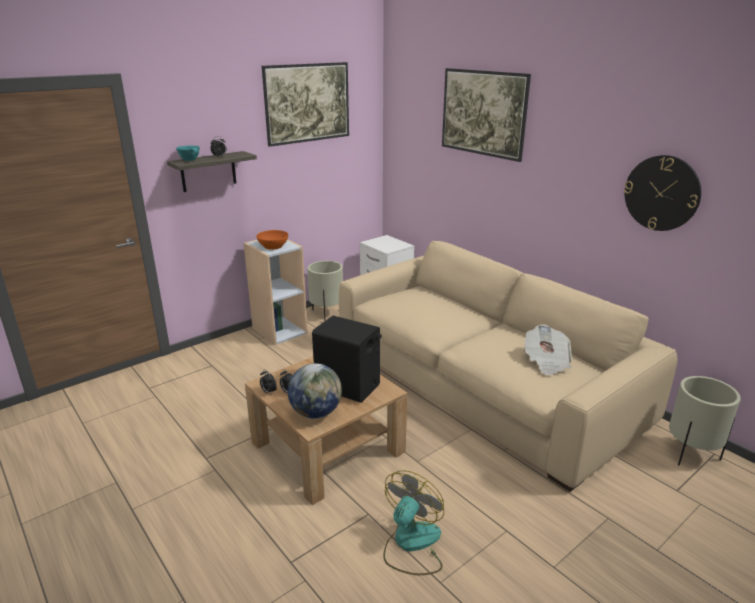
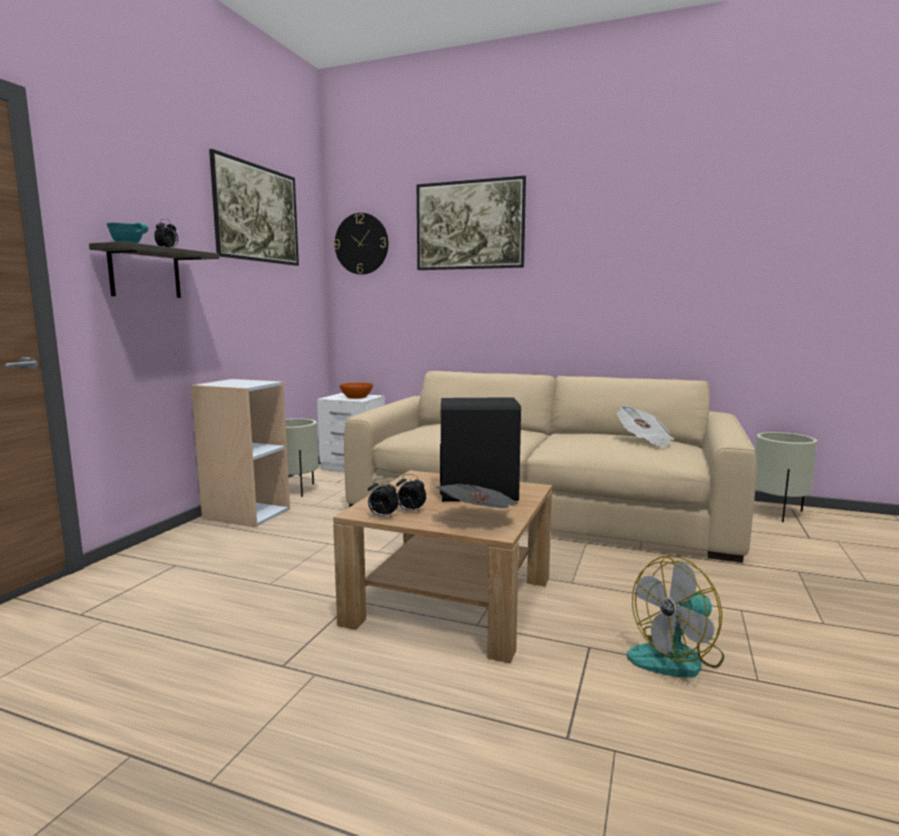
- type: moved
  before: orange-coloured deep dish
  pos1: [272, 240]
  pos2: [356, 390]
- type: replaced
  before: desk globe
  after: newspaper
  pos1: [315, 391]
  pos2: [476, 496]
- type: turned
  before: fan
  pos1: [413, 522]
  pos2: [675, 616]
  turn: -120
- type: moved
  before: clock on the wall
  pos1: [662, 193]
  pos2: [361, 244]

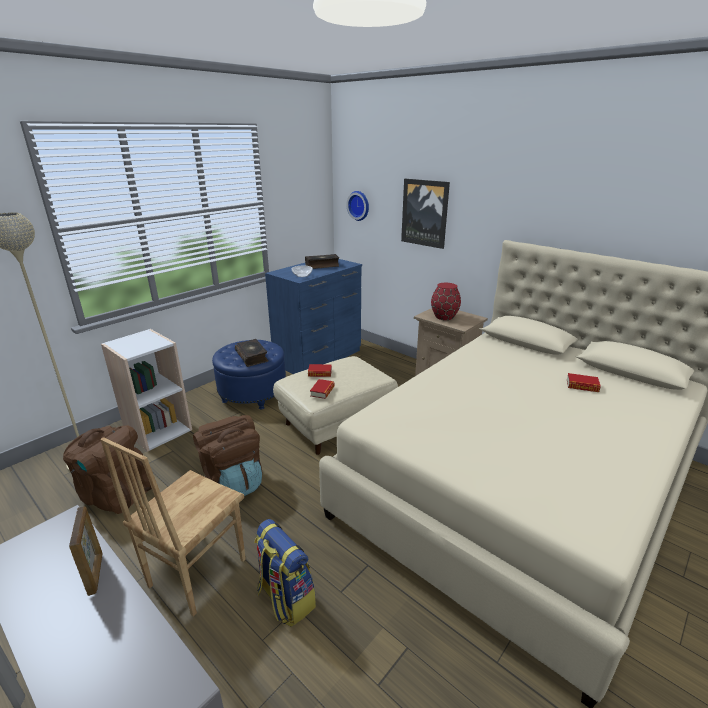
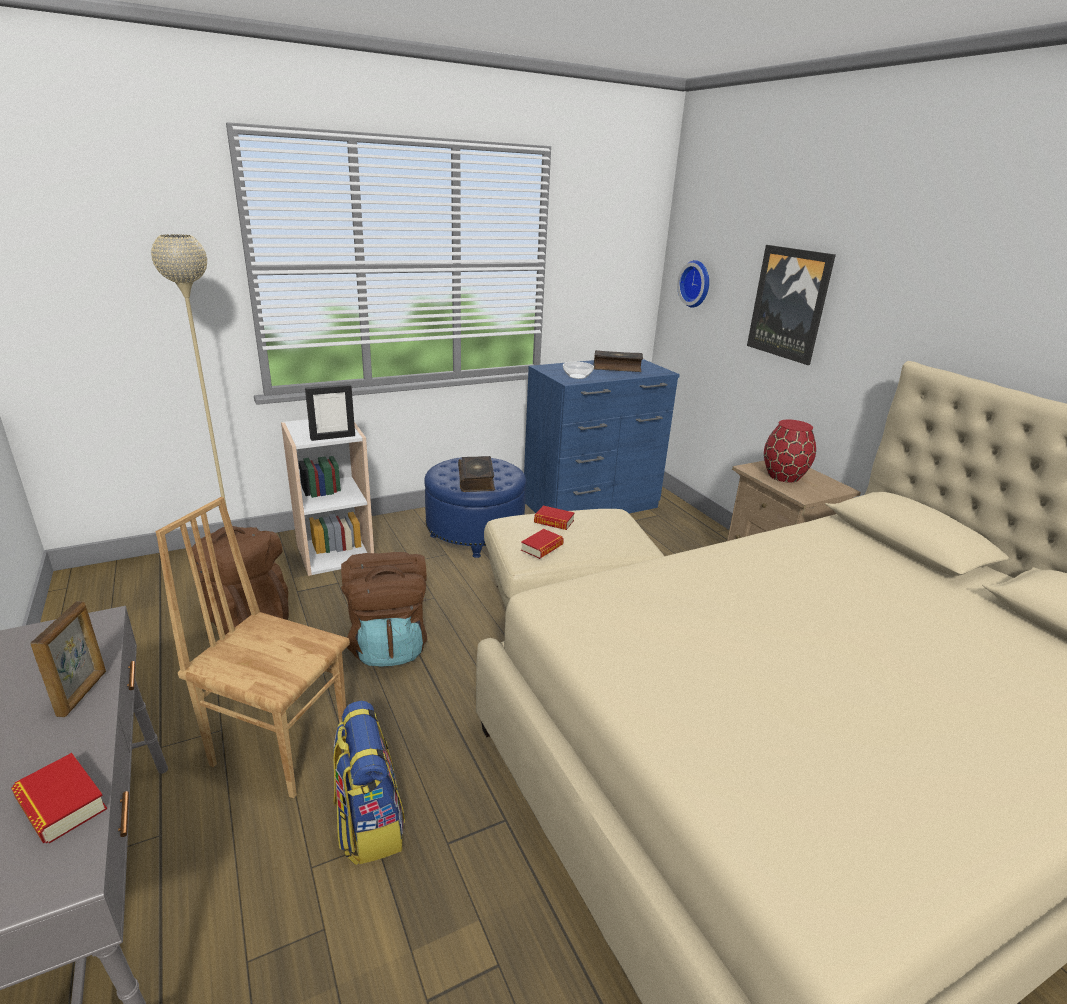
- type: turned
  before: brown plain chair
  pos1: [173, 527]
  pos2: [253, 647]
  turn: 60
- type: moved
  before: volume
  pos1: [584, 382]
  pos2: [59, 798]
- type: added
  after: standing frame
  pos2: [330, 412]

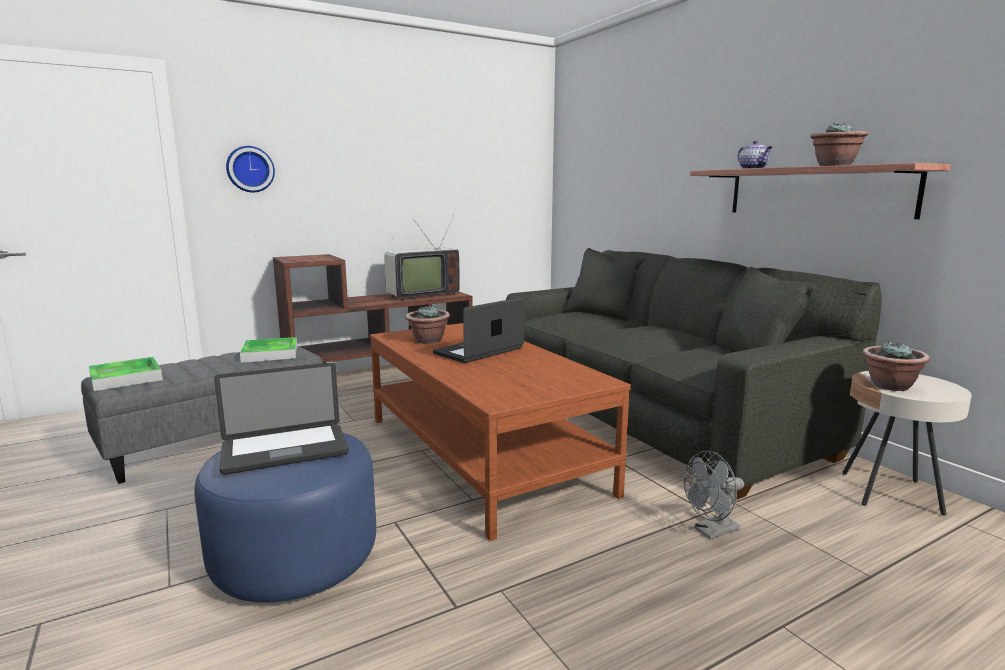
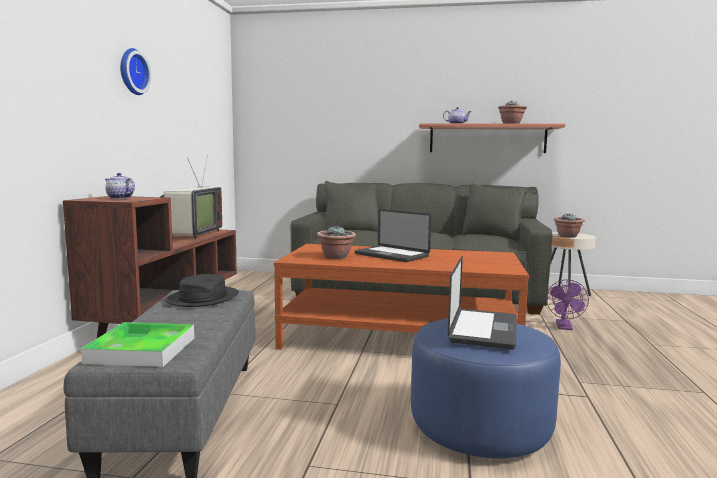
- type: moved
  before: clock on the wall
  pos1: [250, 169]
  pos2: [135, 71]
- type: replaced
  before: serving tray
  after: black clothing hat
  pos1: [268, 350]
  pos2: [202, 290]
- type: turned
  before: laptop
  pos1: [479, 330]
  pos2: [393, 235]
  turn: -45
- type: recoloured
  before: gray fan
  after: purplish fan
  pos1: [714, 495]
  pos2: [567, 304]
- type: added
  after: teapot
  pos2: [120, 186]

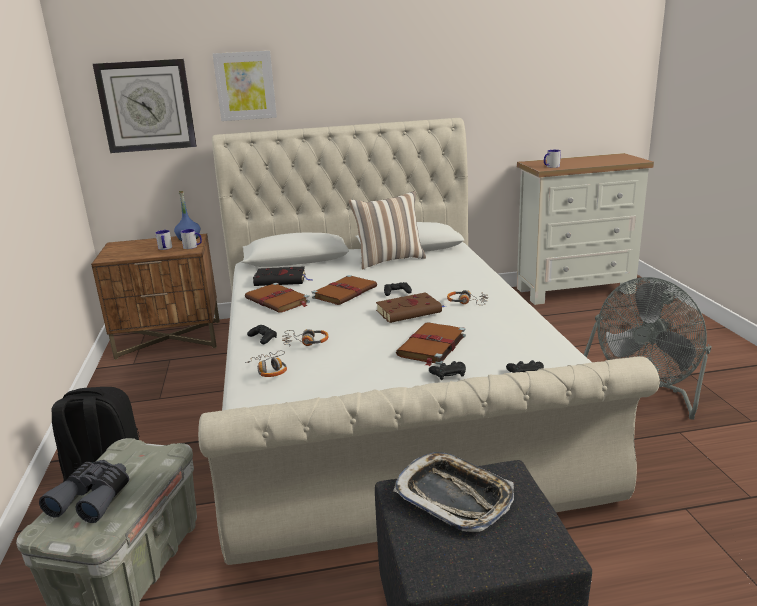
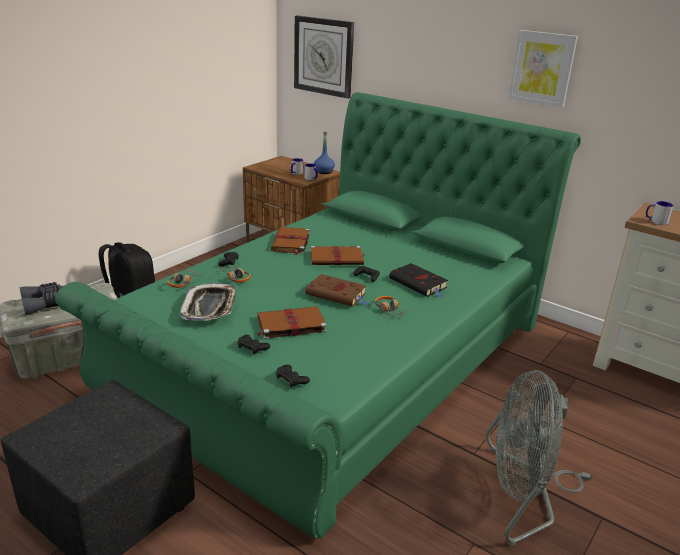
- type: recoloured
  before: sand-coloured bedroom bed
  after: greenish bedroom bed
  pos1: [429, 341]
  pos2: [318, 316]
- type: moved
  before: wall picture
  pos1: [245, 86]
  pos2: [543, 68]
- type: moved
  before: black volume
  pos1: [283, 276]
  pos2: [418, 280]
- type: removed
  before: cushion
  pos1: [387, 230]
- type: moved
  before: serving tray
  pos1: [454, 492]
  pos2: [208, 302]

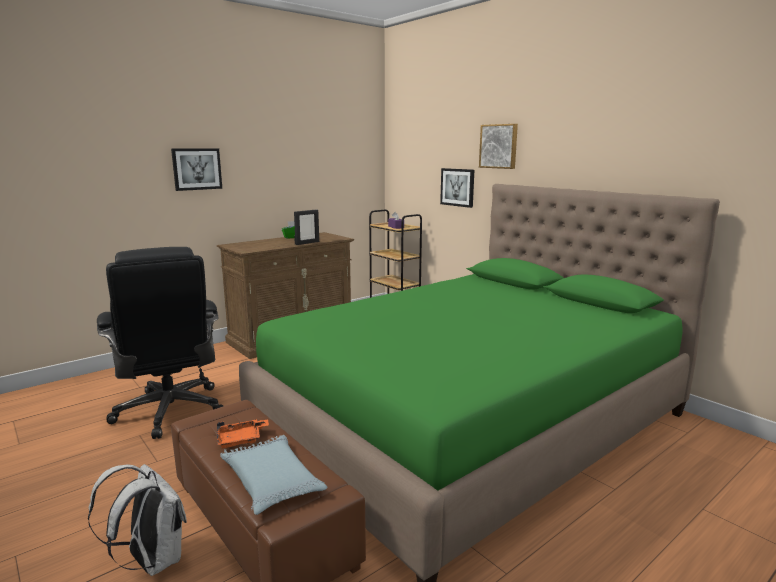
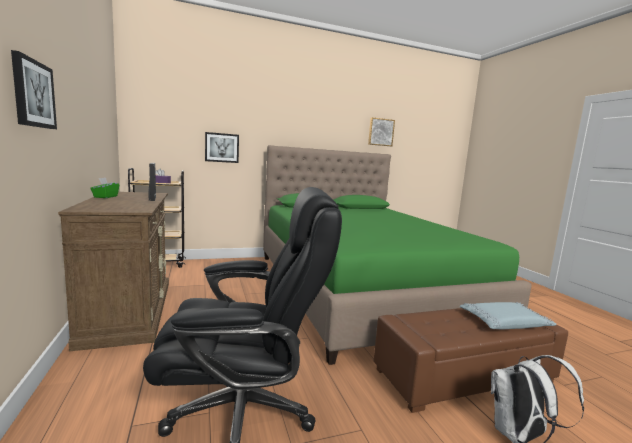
- type: removed
  before: orange-coloured serving tray
  pos1: [243, 433]
- type: moved
  before: wall picture
  pos1: [498, 146]
  pos2: [381, 131]

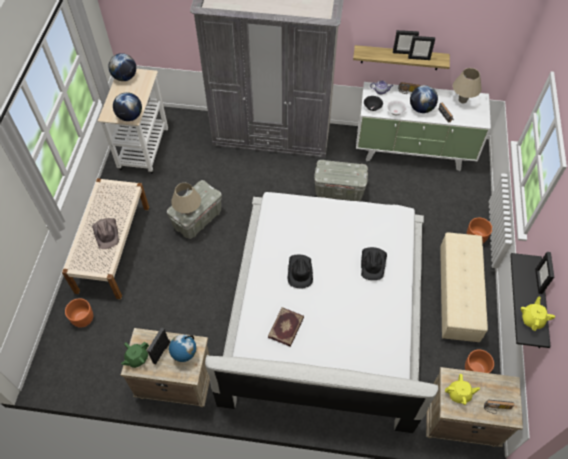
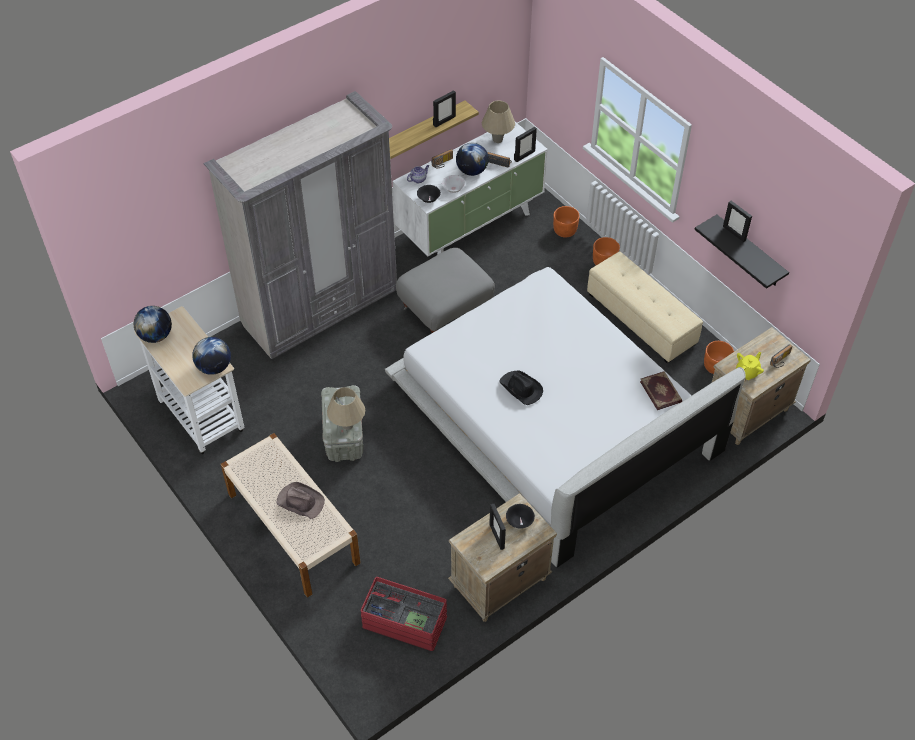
- type: moved
  before: orange-coloured plant pot
  pos1: [79, 313]
  pos2: [566, 221]
- type: removed
  before: greenish teapot
  pos1: [135, 355]
- type: replaced
  before: desk globe
  after: black deep dish
  pos1: [182, 348]
  pos2: [520, 516]
- type: moved
  before: volume
  pos1: [286, 326]
  pos2: [661, 390]
- type: replaced
  before: gray storage bin
  after: gray footrest
  pos1: [341, 180]
  pos2: [445, 290]
- type: removed
  before: black clothing hat
  pos1: [374, 263]
- type: moved
  before: standing frame
  pos1: [406, 42]
  pos2: [525, 144]
- type: removed
  before: yellow teapot
  pos1: [538, 313]
- type: added
  after: red storage bin
  pos2: [404, 614]

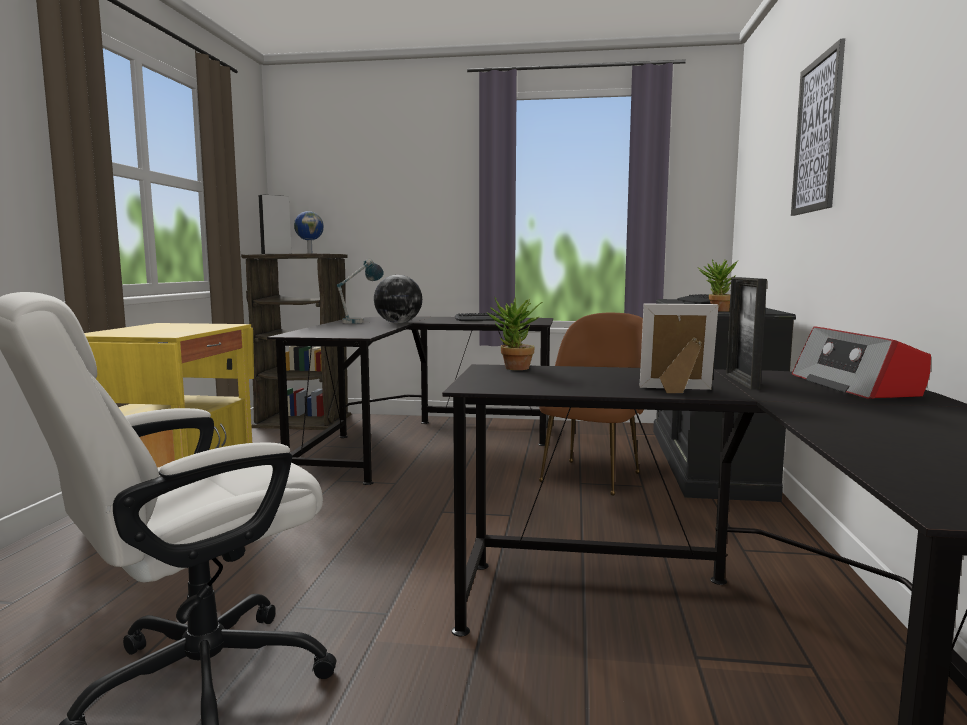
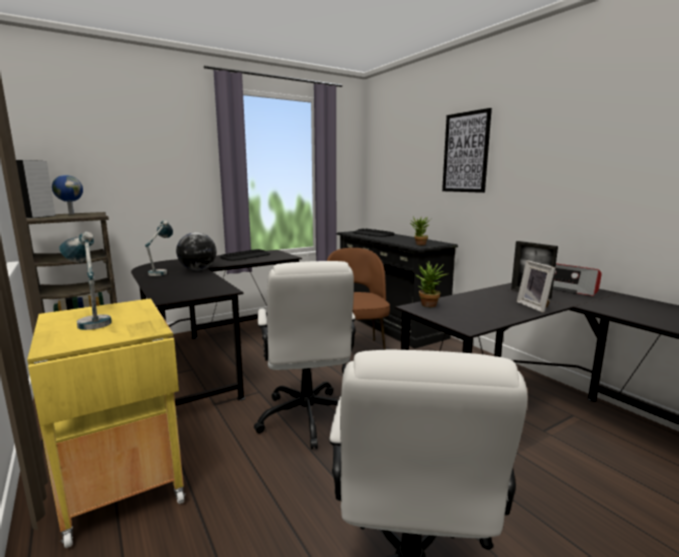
- type: turned
  before: standing frame
  pos1: [679, 348]
  pos2: [536, 286]
  turn: -75
- type: added
  after: table lamp
  pos2: [85, 281]
- type: added
  after: white-coloured office chair
  pos2: [305, 355]

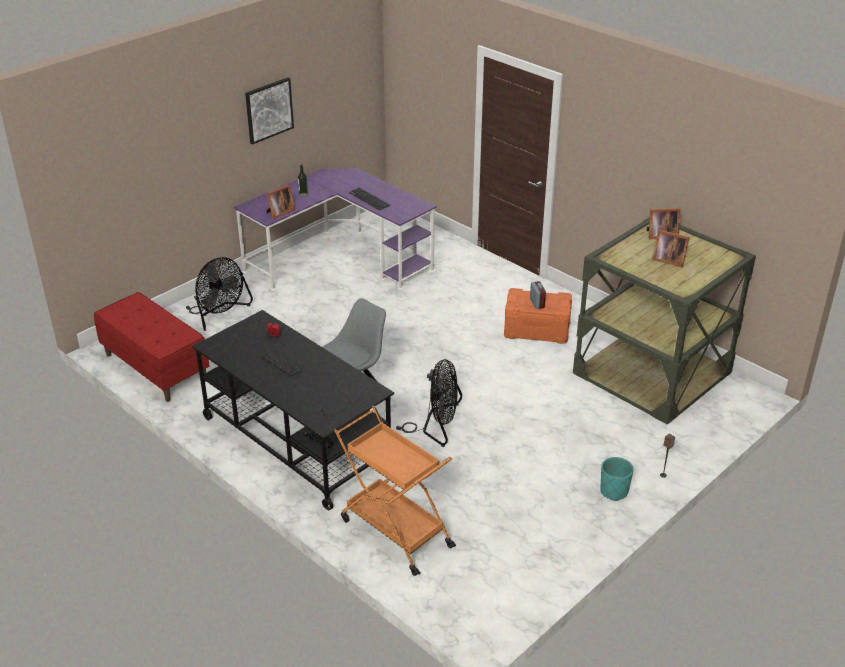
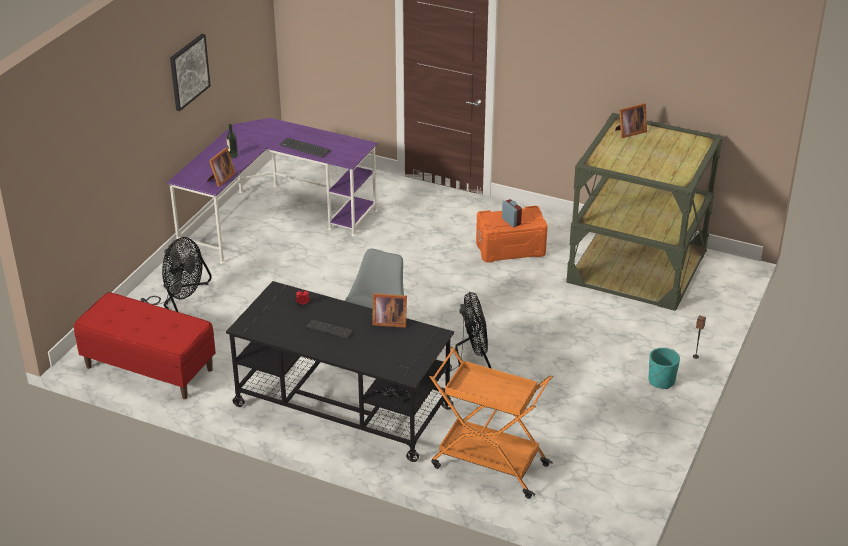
- type: moved
  before: standing frame
  pos1: [671, 248]
  pos2: [389, 310]

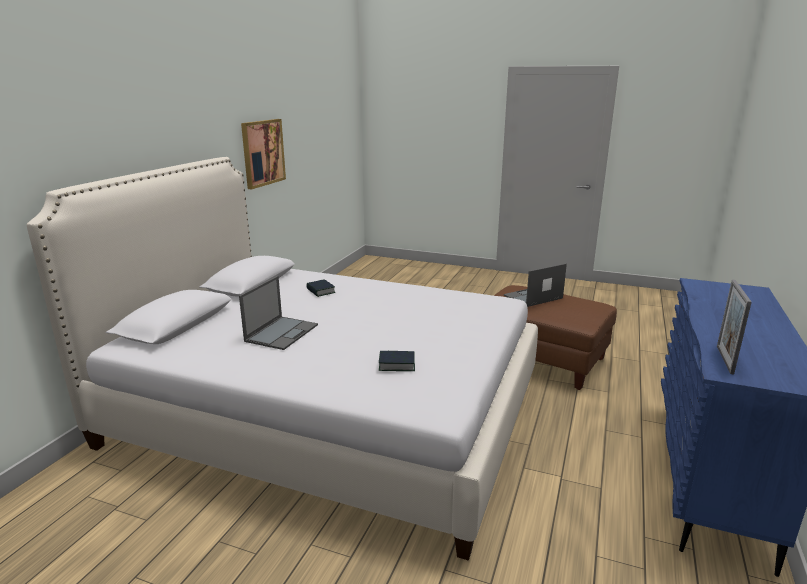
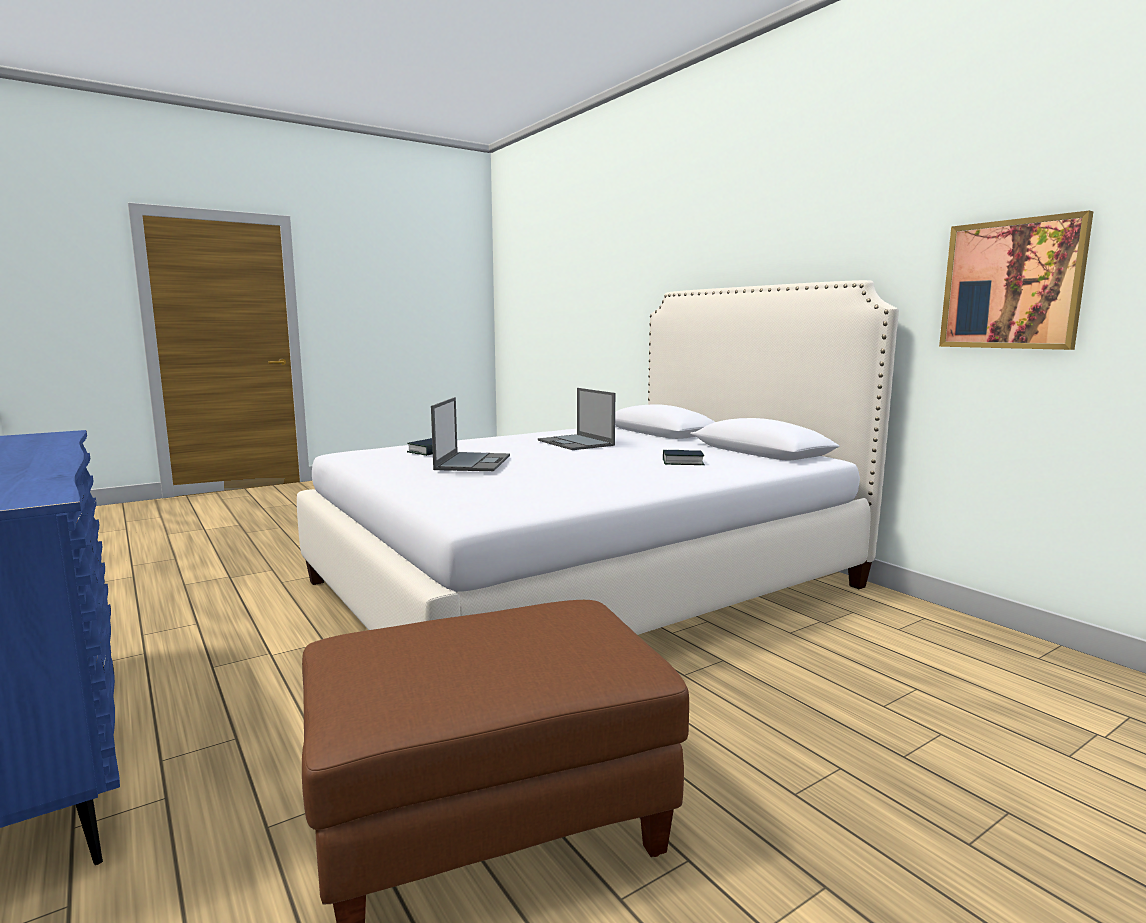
- type: moved
  before: laptop
  pos1: [535, 285]
  pos2: [470, 434]
- type: removed
  before: standing frame
  pos1: [734, 327]

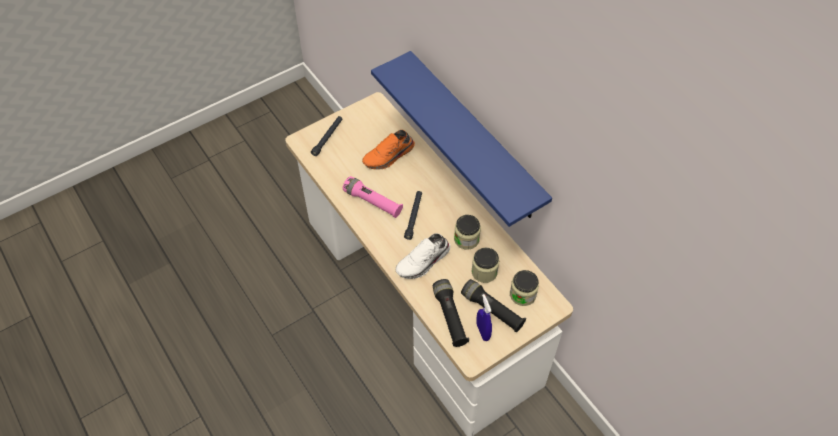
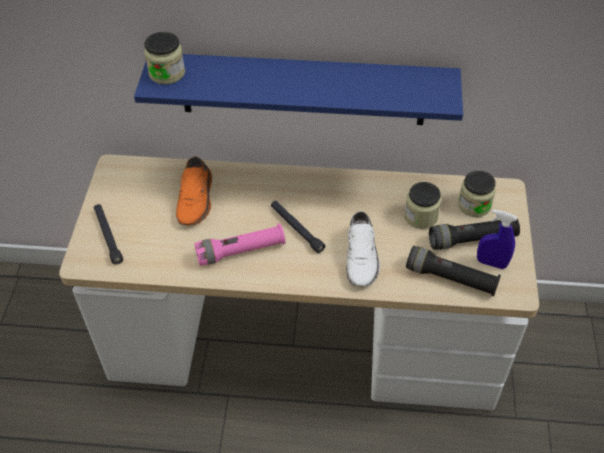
- type: moved
  before: preserve jar
  pos1: [467, 232]
  pos2: [164, 58]

